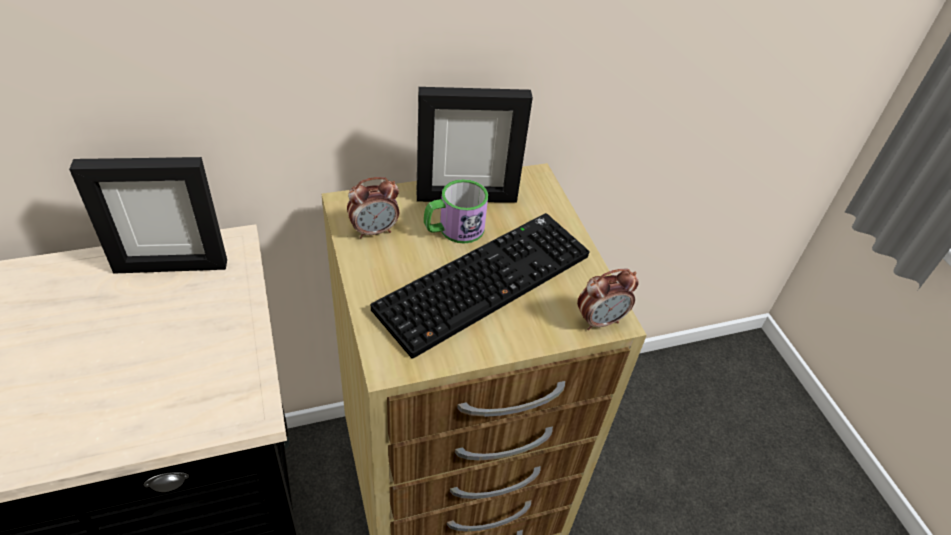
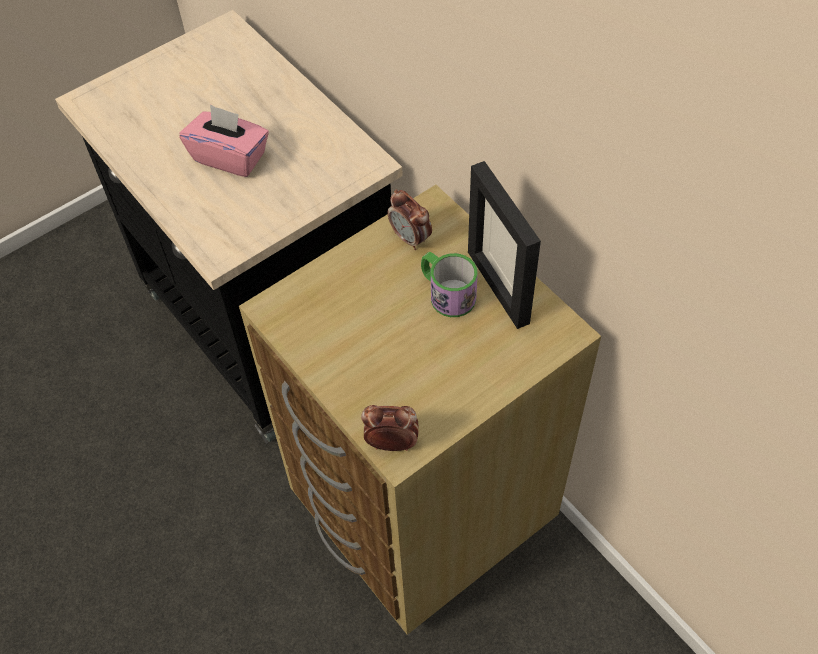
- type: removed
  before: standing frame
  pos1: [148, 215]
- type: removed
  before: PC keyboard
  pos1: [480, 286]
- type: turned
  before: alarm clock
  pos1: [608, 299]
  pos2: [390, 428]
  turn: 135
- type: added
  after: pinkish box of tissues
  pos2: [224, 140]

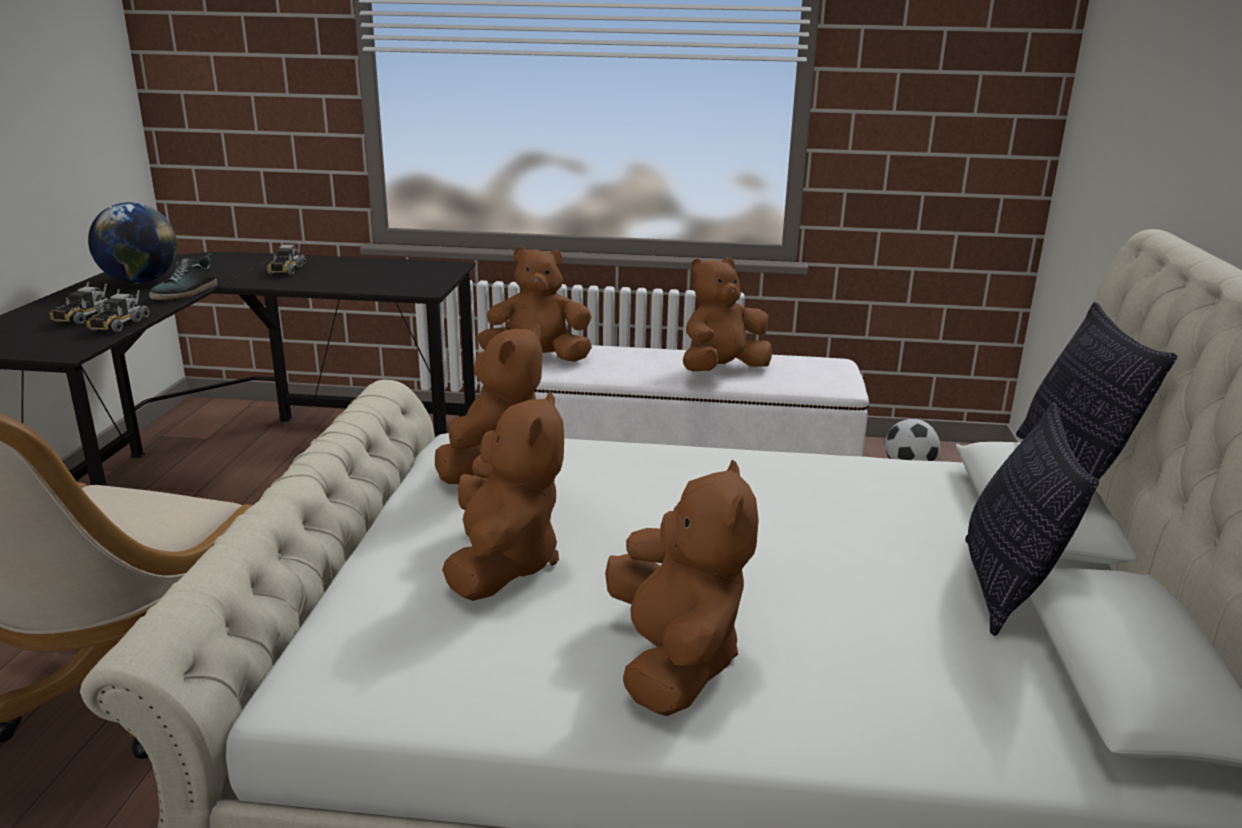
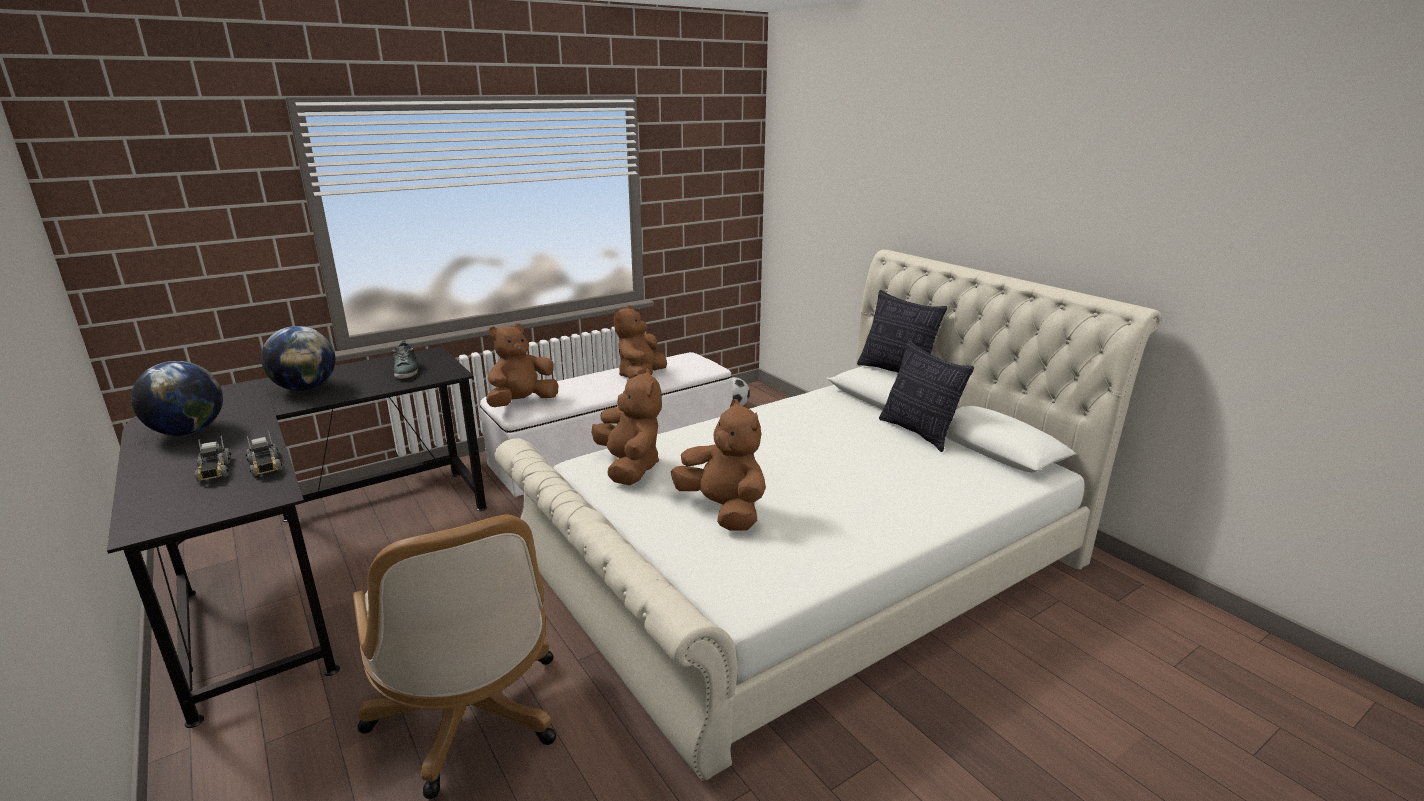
- type: moved
  before: low shoe
  pos1: [183, 276]
  pos2: [405, 359]
- type: replaced
  before: toy truck
  after: desk globe
  pos1: [286, 258]
  pos2: [298, 358]
- type: removed
  before: brown plush toy
  pos1: [682, 587]

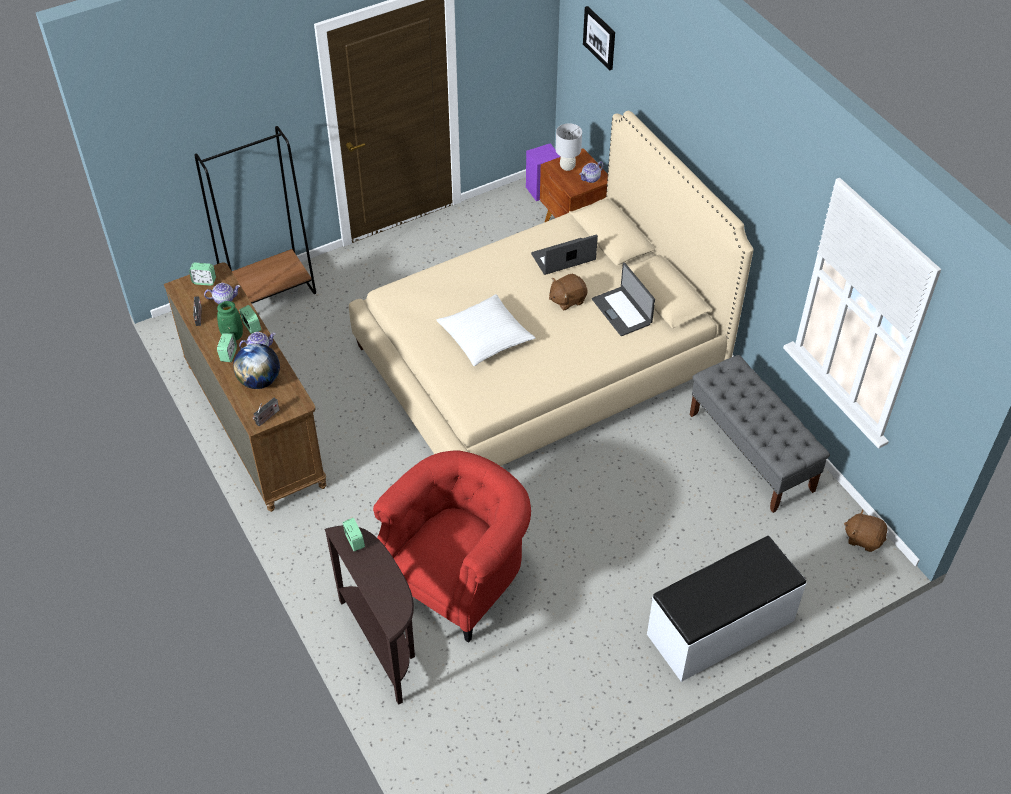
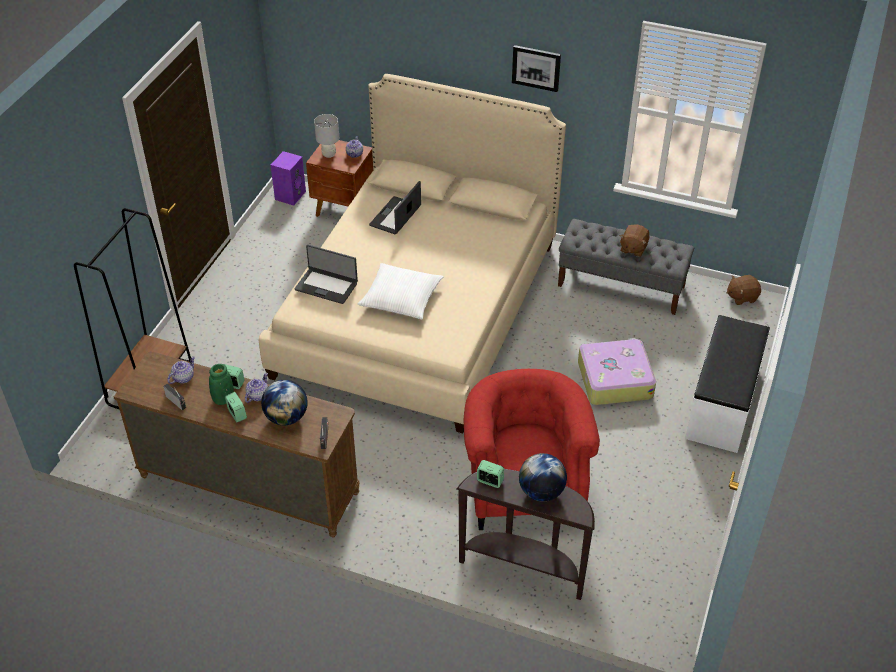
- type: removed
  before: alarm clock
  pos1: [202, 274]
- type: moved
  before: brown plush toy
  pos1: [568, 292]
  pos2: [634, 240]
- type: moved
  before: wall picture
  pos1: [599, 38]
  pos2: [536, 68]
- type: moved
  before: laptop
  pos1: [623, 299]
  pos2: [326, 274]
- type: added
  after: desk globe
  pos2: [543, 477]
- type: added
  after: suitcase
  pos2: [617, 371]

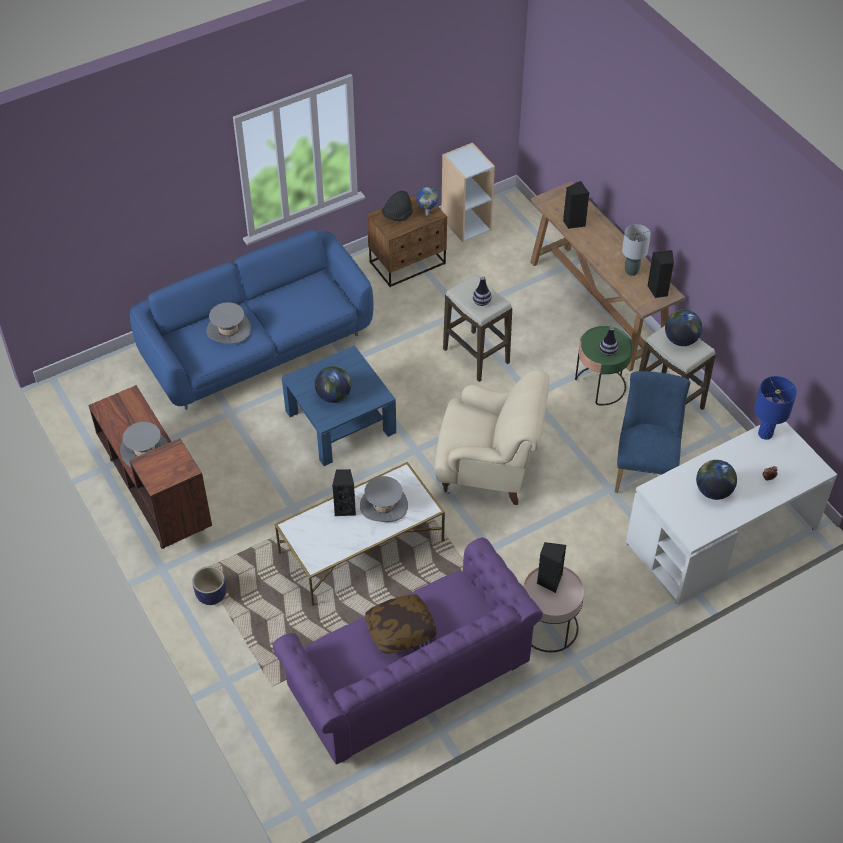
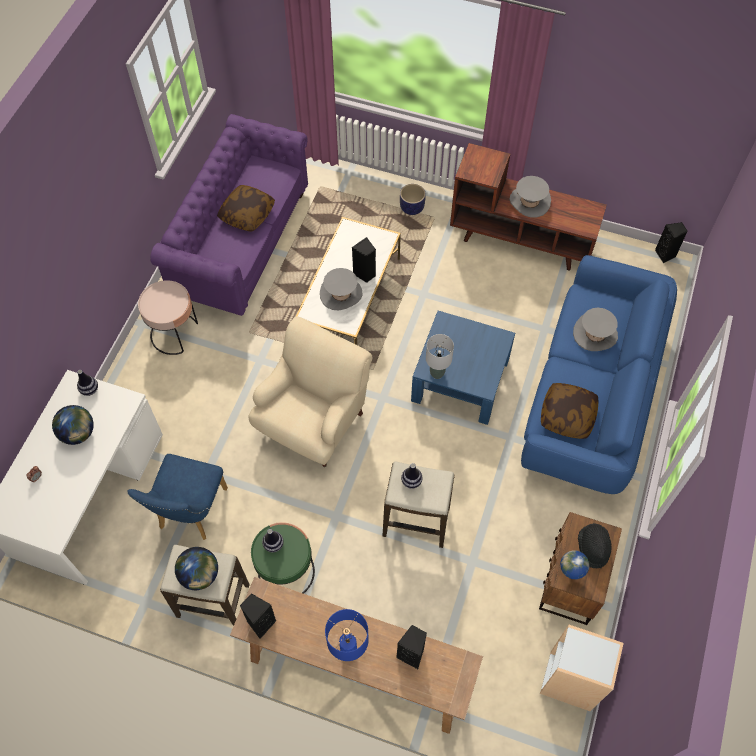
- type: removed
  before: desk globe
  pos1: [333, 384]
- type: turned
  before: sand-coloured lounge chair
  pos1: [492, 437]
  pos2: [311, 391]
  turn: 150
- type: moved
  before: black loudspeaker
  pos1: [551, 567]
  pos2: [671, 242]
- type: turned
  before: bluish plain chair
  pos1: [653, 432]
  pos2: [177, 497]
  turn: 45
- type: moved
  before: gray table lamp
  pos1: [636, 250]
  pos2: [440, 356]
- type: moved
  before: bluish table lamp
  pos1: [775, 408]
  pos2: [347, 635]
- type: added
  after: vase
  pos2: [87, 383]
- type: added
  after: cushion
  pos2: [570, 411]

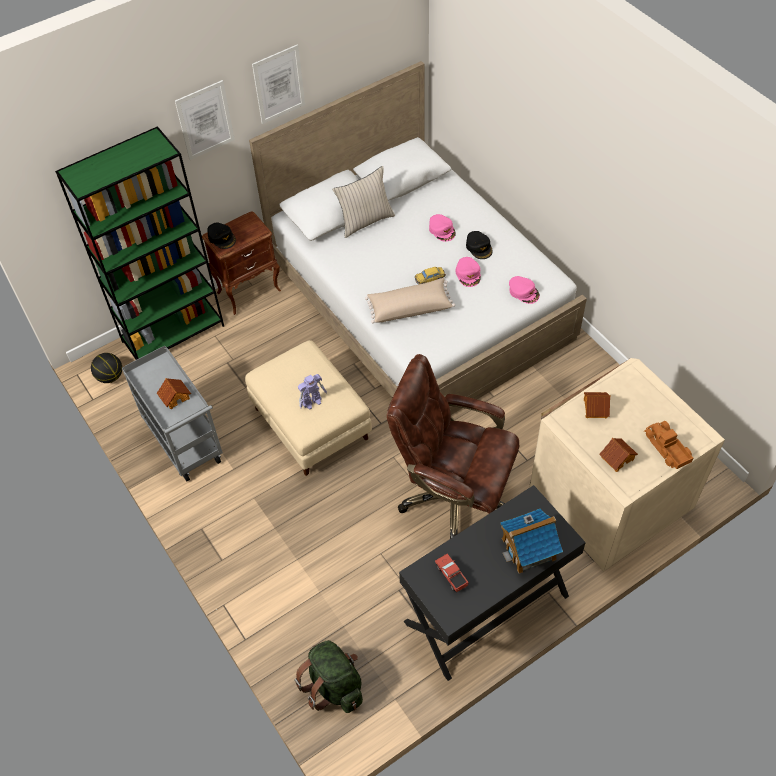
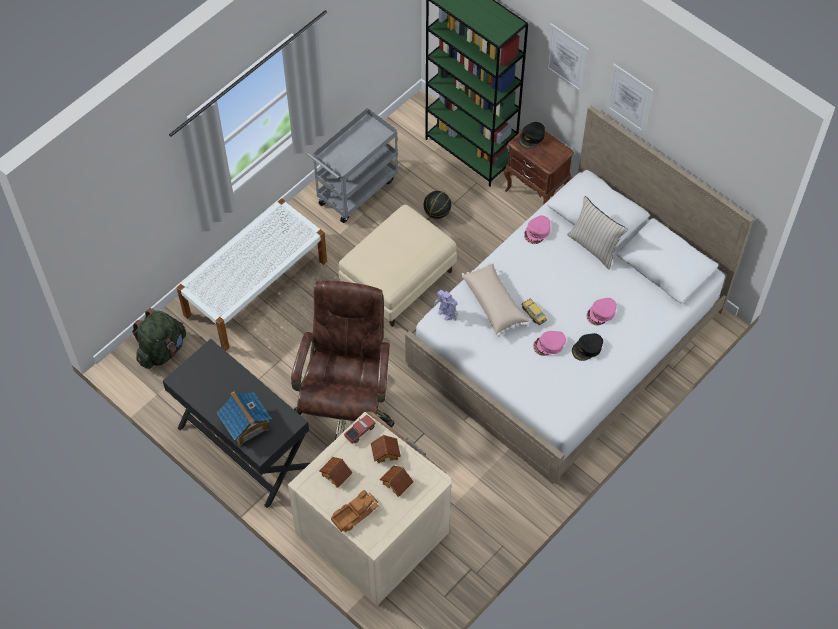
- type: moved
  before: basketball
  pos1: [106, 368]
  pos2: [437, 205]
- type: moved
  before: model house
  pos1: [174, 393]
  pos2: [396, 481]
- type: moved
  before: toy robot
  pos1: [312, 392]
  pos2: [446, 305]
- type: moved
  before: toy truck
  pos1: [451, 573]
  pos2: [359, 429]
- type: moved
  before: pinkish peaked cap
  pos1: [524, 290]
  pos2: [537, 229]
- type: added
  after: white-coloured indoor bench
  pos2: [251, 274]

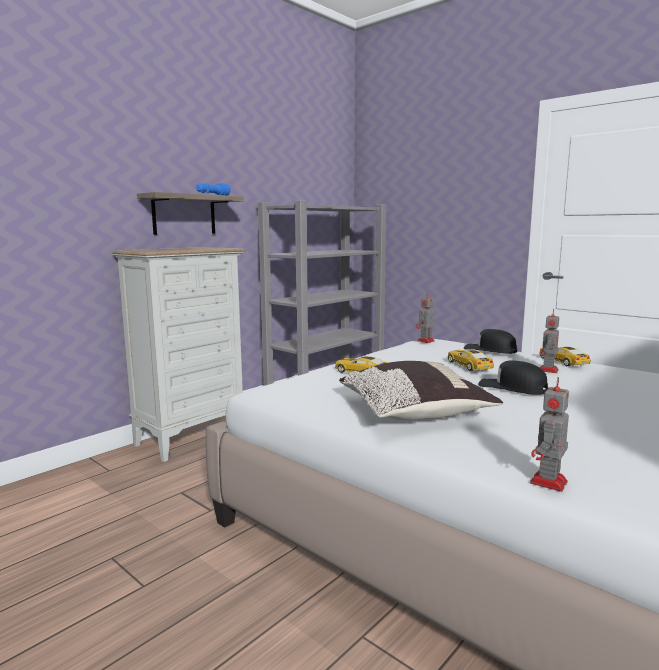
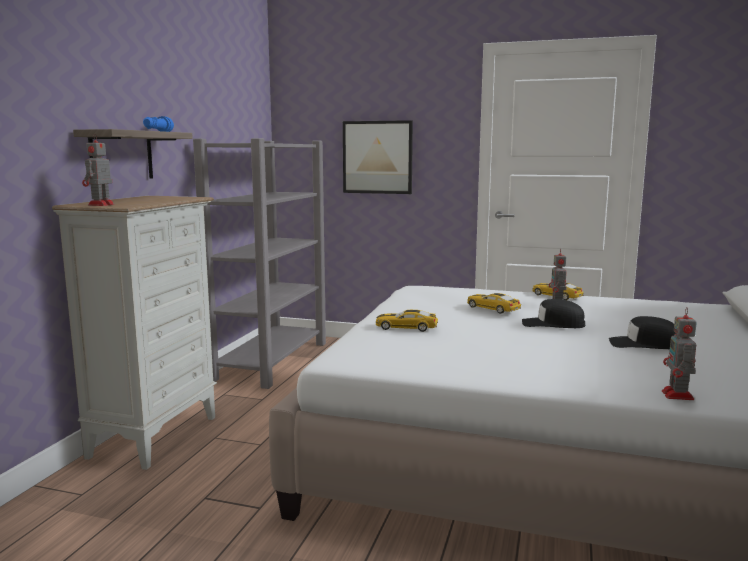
- type: removed
  before: cushion
  pos1: [421, 390]
- type: moved
  before: toy robot
  pos1: [425, 319]
  pos2: [98, 170]
- type: moved
  before: black peaked cap
  pos1: [490, 341]
  pos2: [642, 332]
- type: added
  after: wall picture
  pos2: [378, 157]

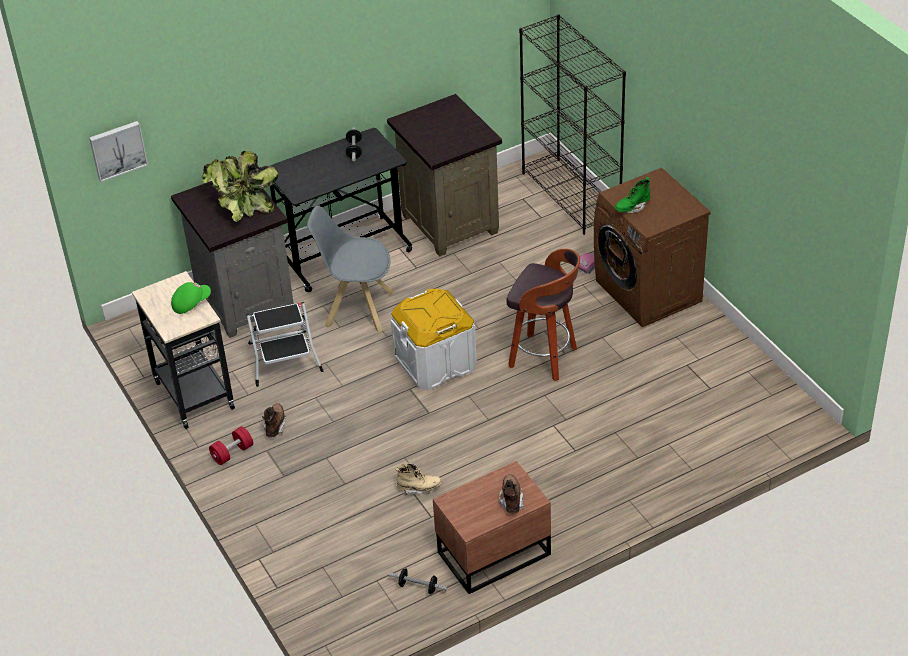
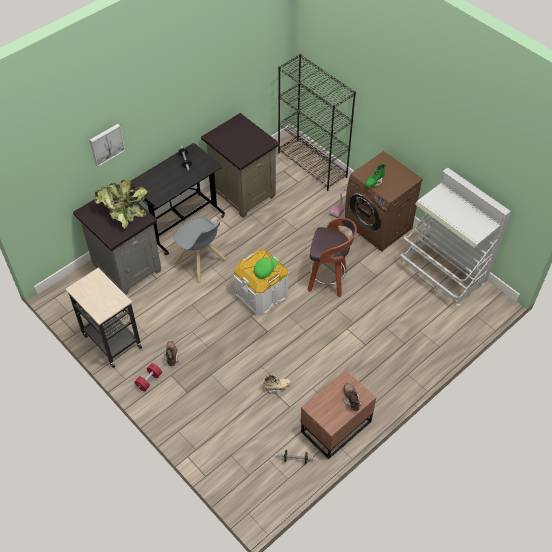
- type: moved
  before: wall picture
  pos1: [118, 151]
  pos2: [107, 145]
- type: moved
  before: greenish peaked cap
  pos1: [191, 298]
  pos2: [265, 268]
- type: removed
  before: step ladder
  pos1: [285, 344]
- type: turned
  before: gray plain chair
  pos1: [350, 269]
  pos2: [199, 249]
  turn: -135
- type: added
  after: white-coloured shoe rack
  pos2: [455, 237]

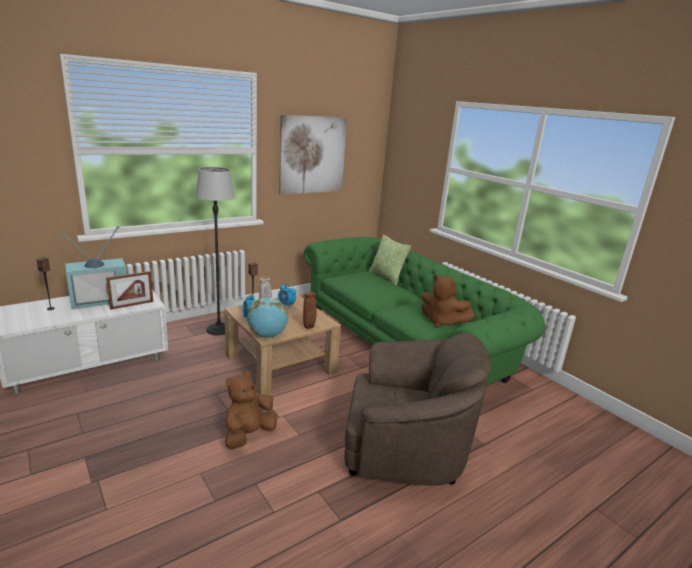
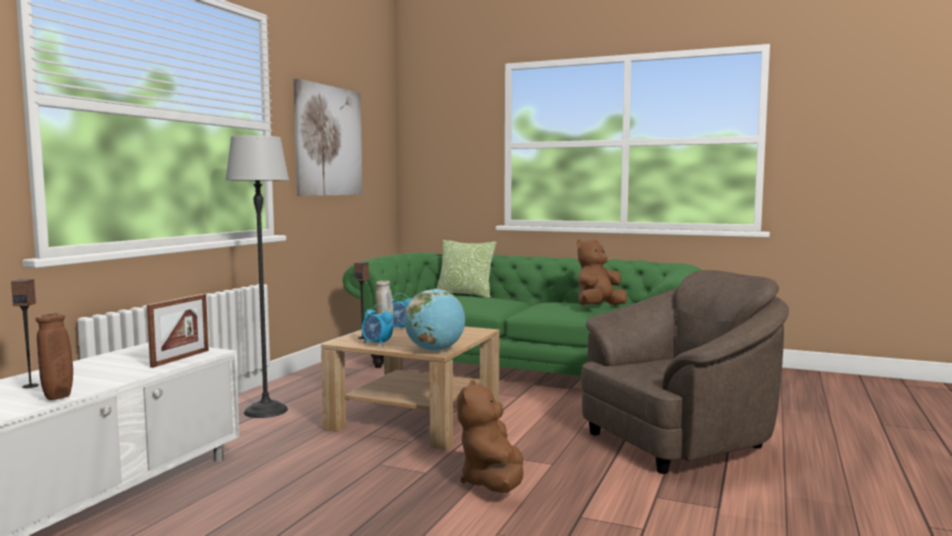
- type: removed
  before: TV set
  pos1: [94, 267]
- type: moved
  before: brown vase
  pos1: [310, 310]
  pos2: [54, 356]
- type: turned
  before: brown plush toy
  pos1: [448, 301]
  pos2: [602, 272]
  turn: 135

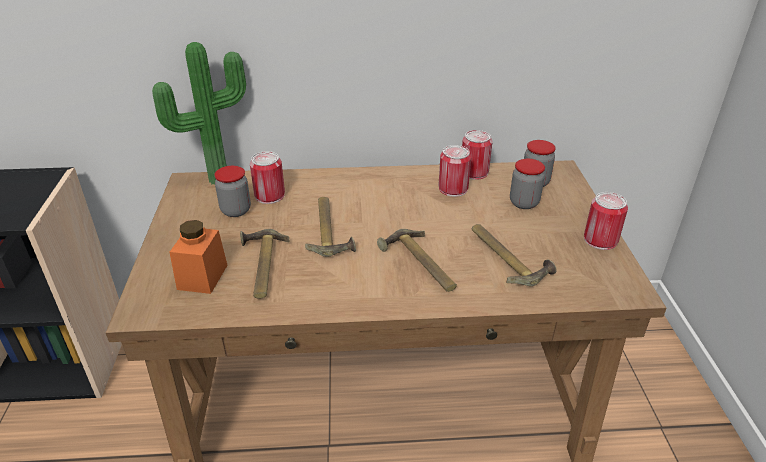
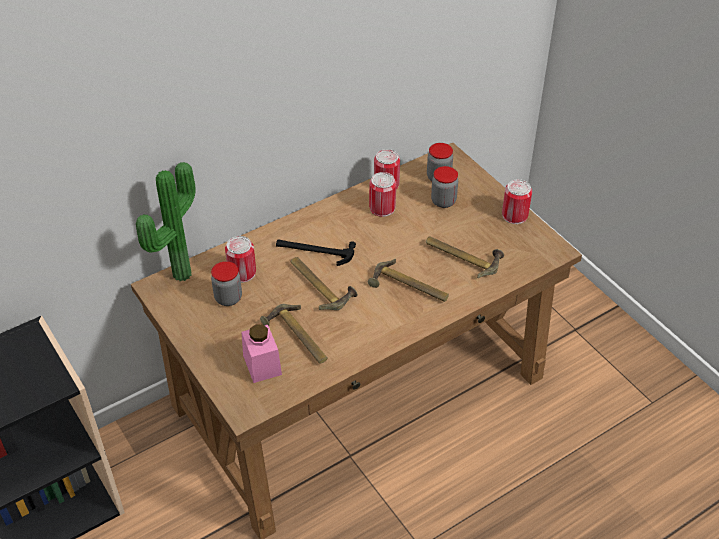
- type: recoloured
  before: orange-coloured preserve jar
  after: pinkish preserve jar
  pos1: [198, 257]
  pos2: [262, 353]
- type: added
  after: hammer
  pos2: [316, 252]

